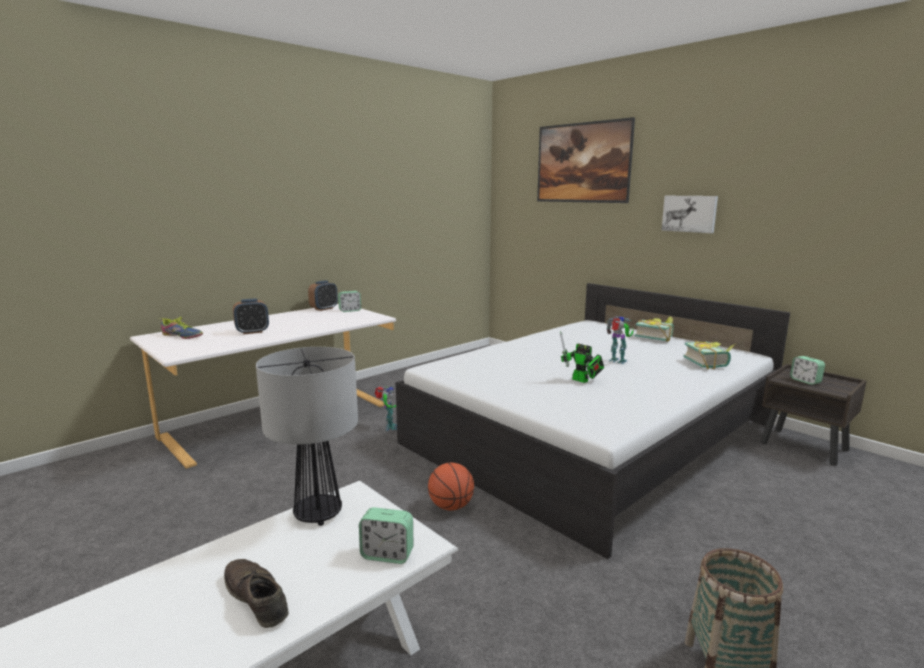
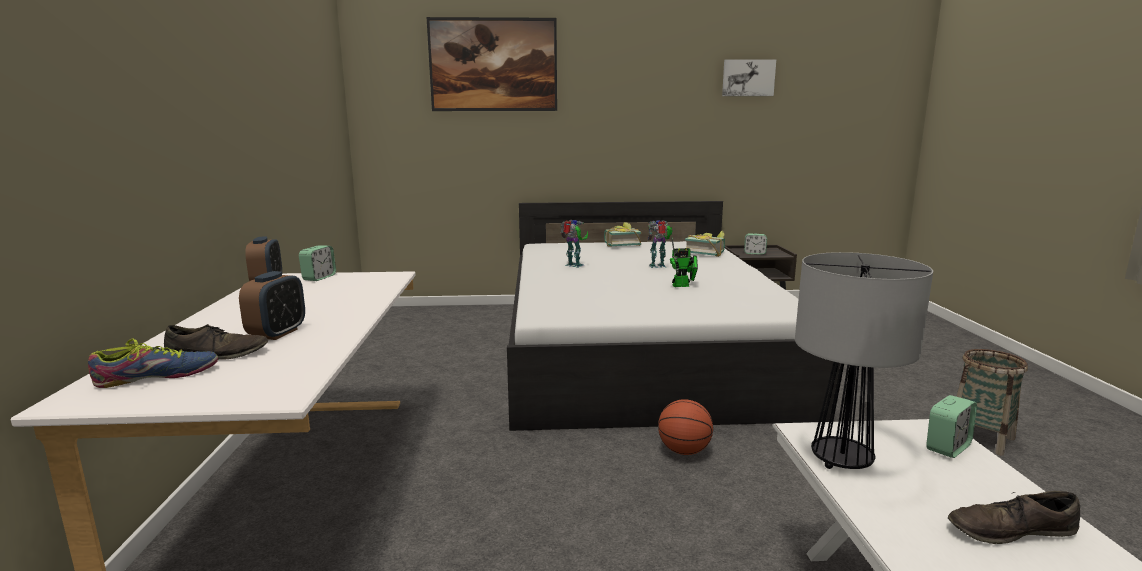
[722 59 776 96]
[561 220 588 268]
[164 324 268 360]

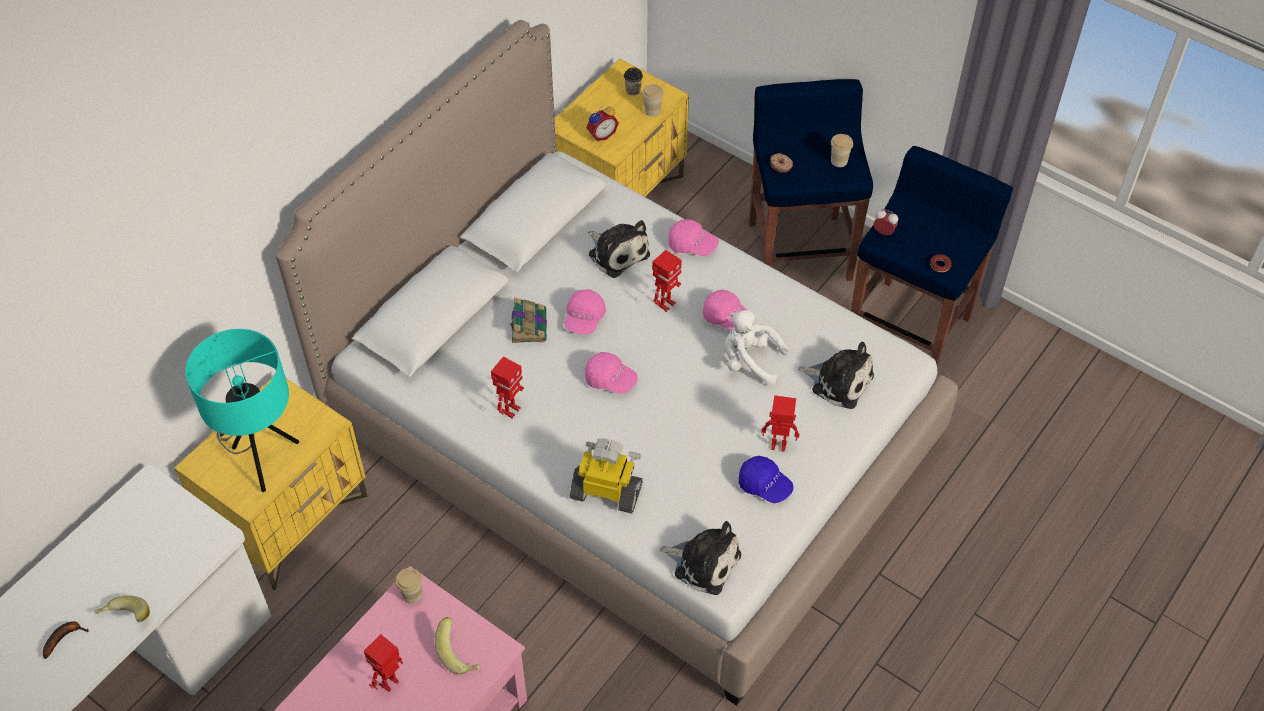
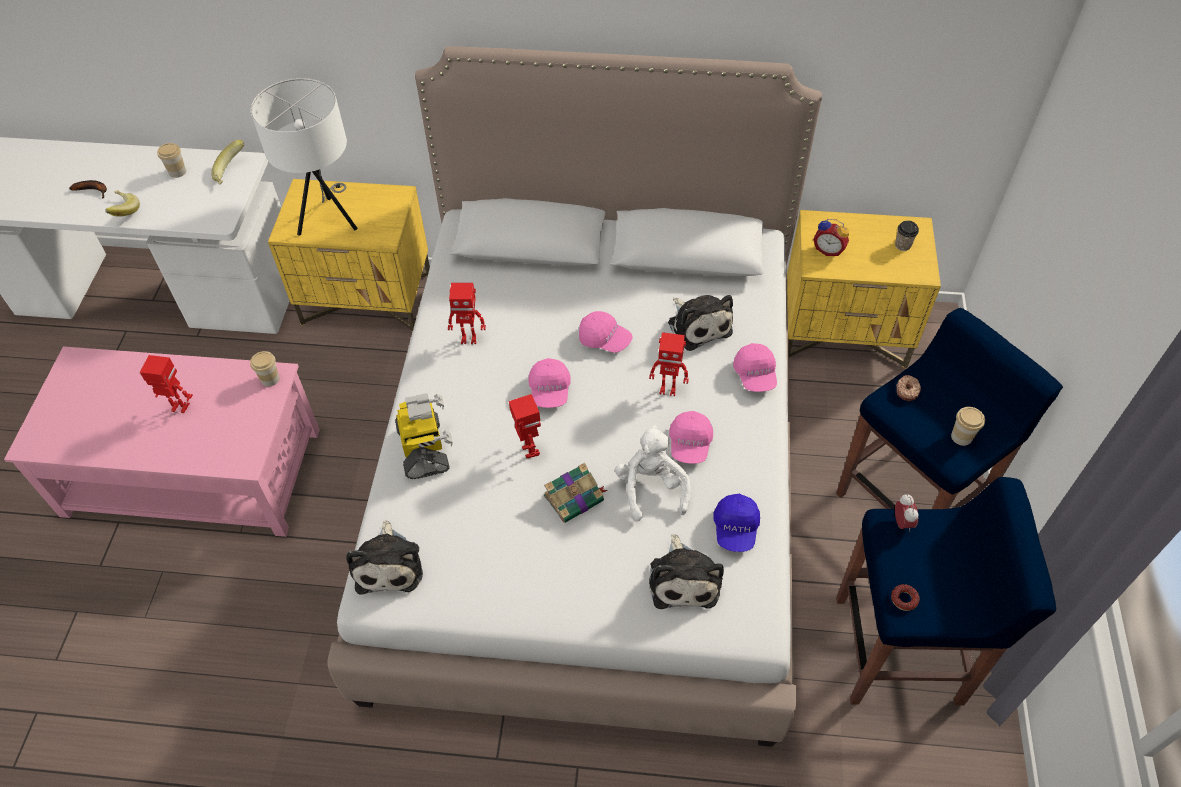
[157 143 186 178]
[668 295 733 351]
[579 311 633 353]
[544 463 607 523]
[251 78 358 235]
[509 394 541 459]
[713 494 760 552]
[211 140 245 185]

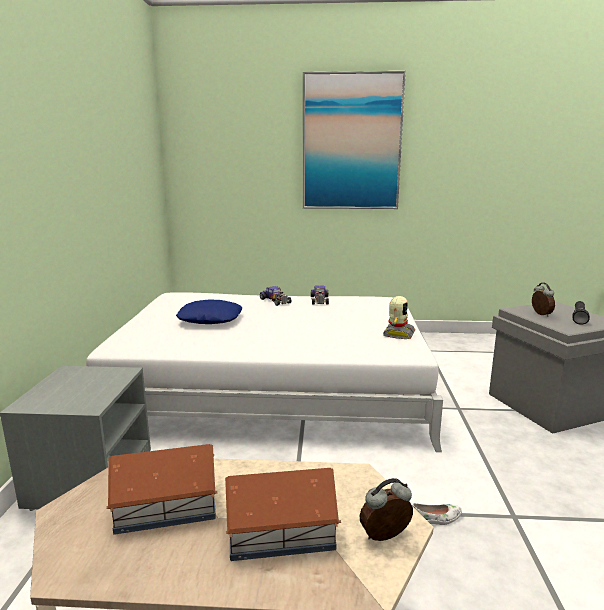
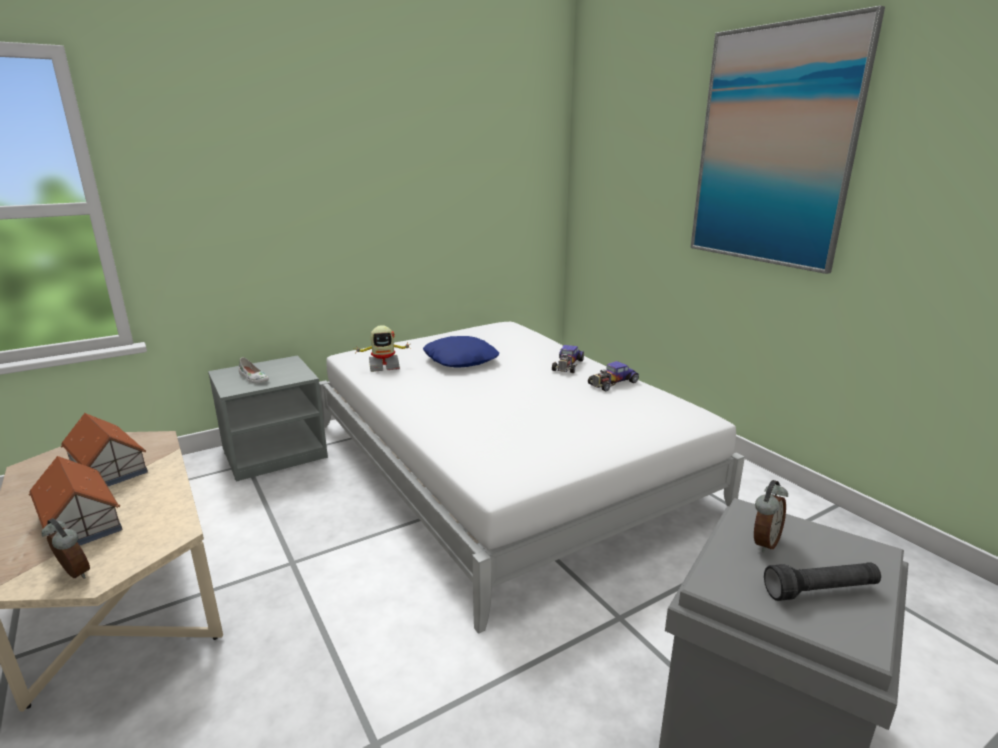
[356 325 411 372]
[239 357 269 383]

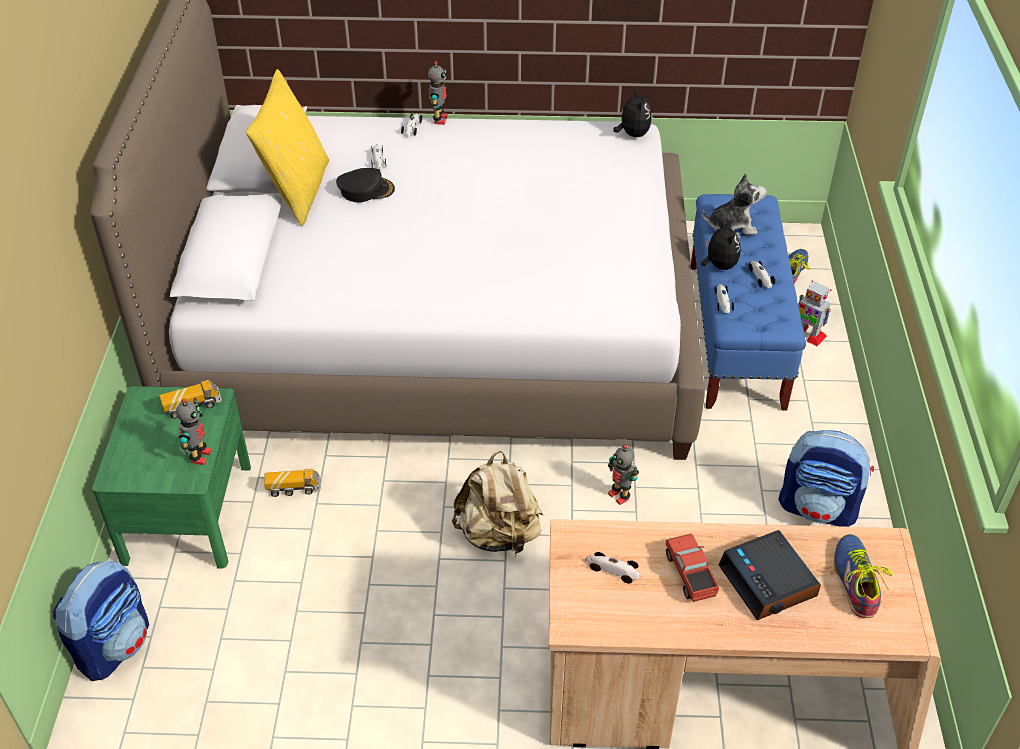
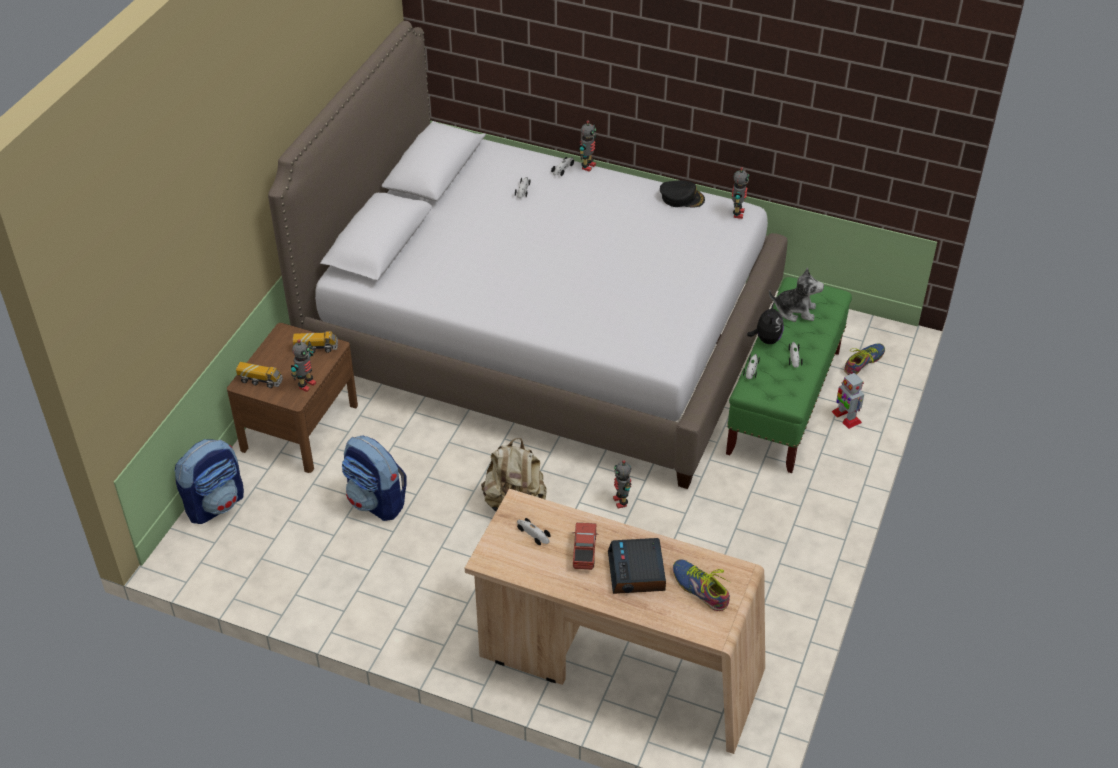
[246 69 329 227] (first image)
[732 167 749 219]
[660 180 705 207]
[726 277 852 473]
[227 323 358 473]
[342 435 407 521]
[236 362 283 388]
[673 559 730 611]

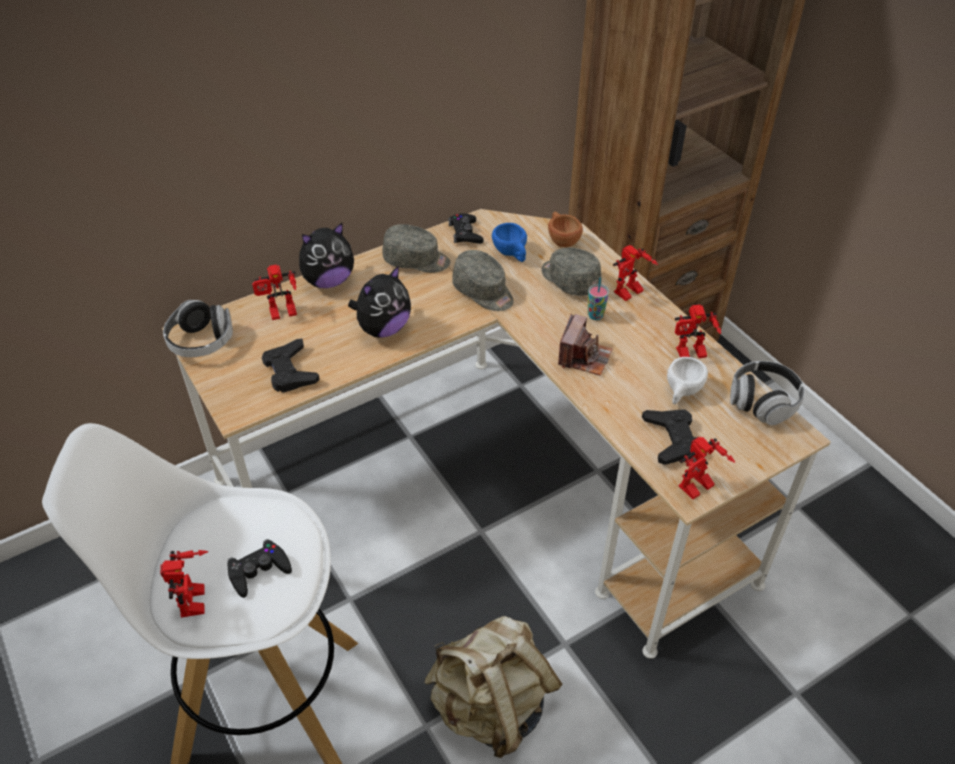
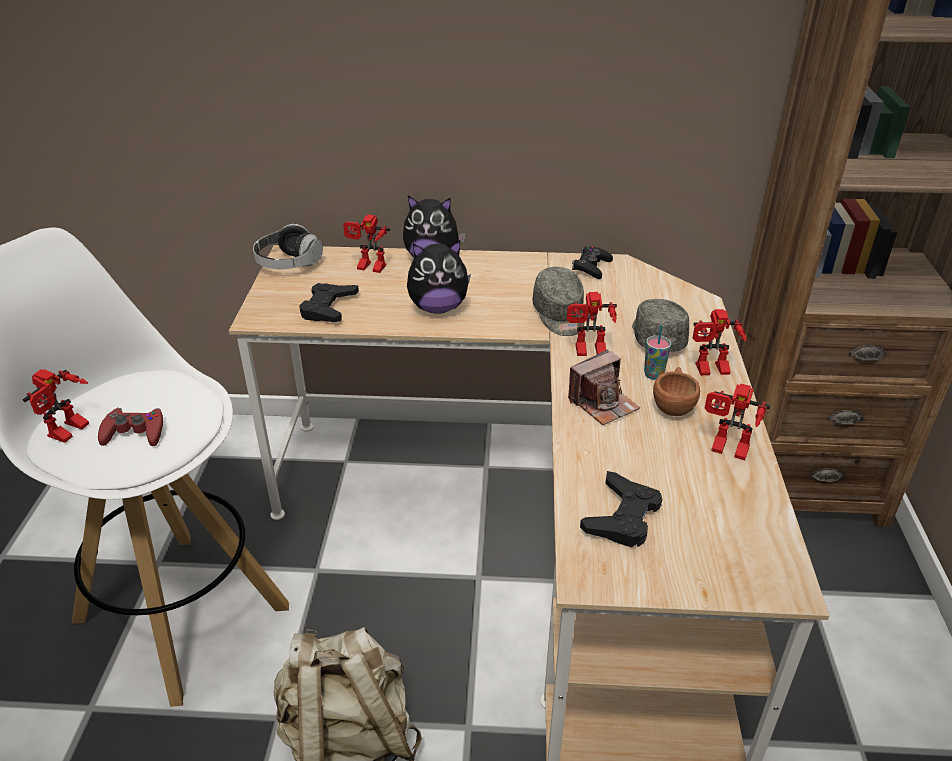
[653 367 700 416]
[492 223 527 262] (first image)
[383 224 450 273] (first image)
[667 357 708 404] (first image)
[730 361 805 425] (first image)
[567 292 617 356]
[98 408 163 446]

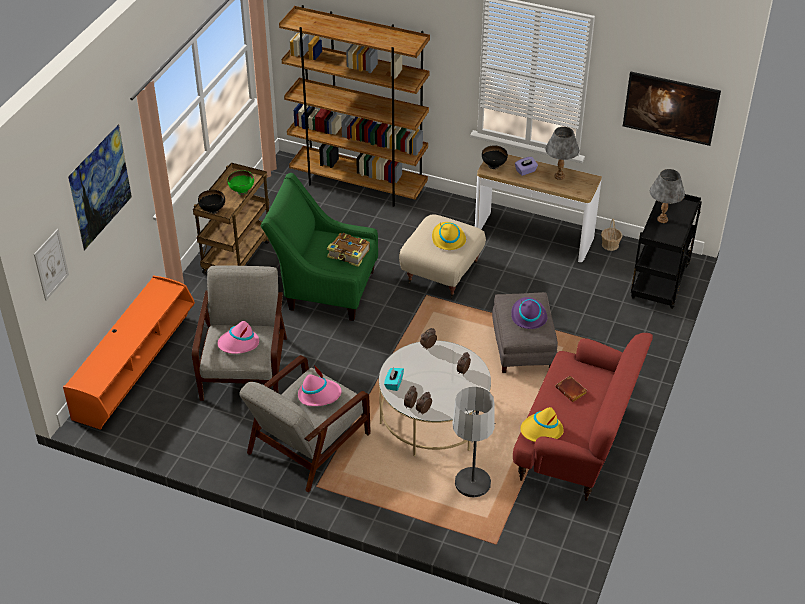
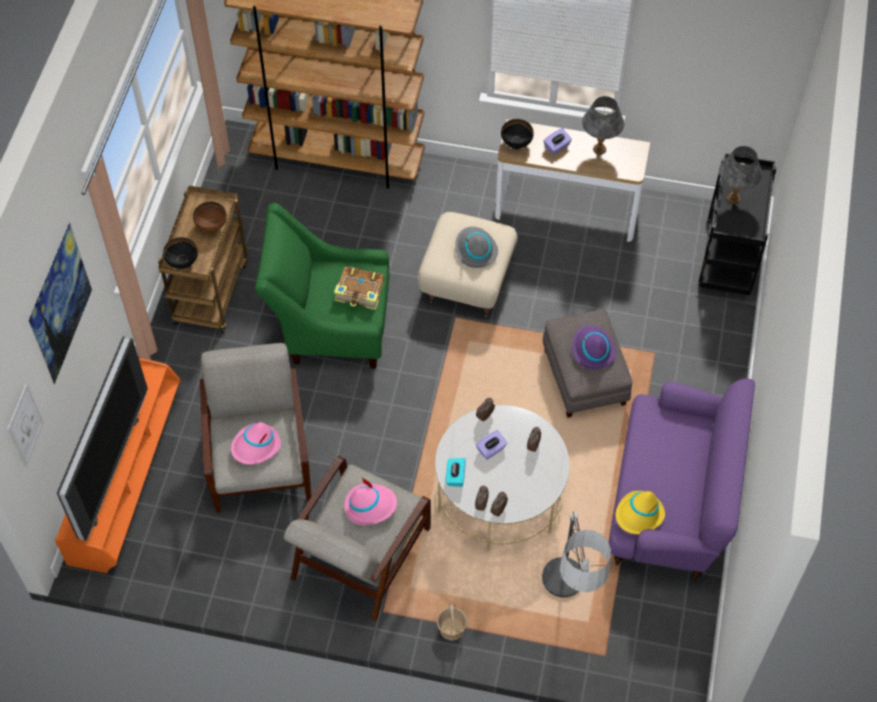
[623 71 721 146] (first image)
[193 201 227 233]
[437 602 467 640]
[455 227 498 268]
[609 379 755 580]
[555 376 587 402] (first image)
[57 336 148 541]
[476 430 507 460]

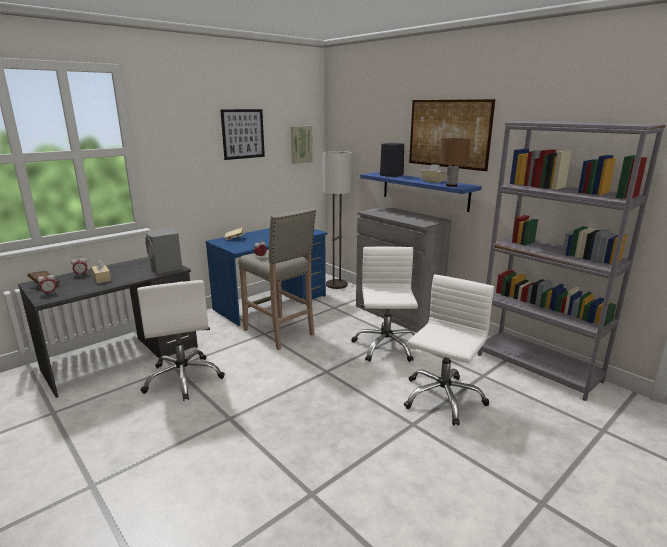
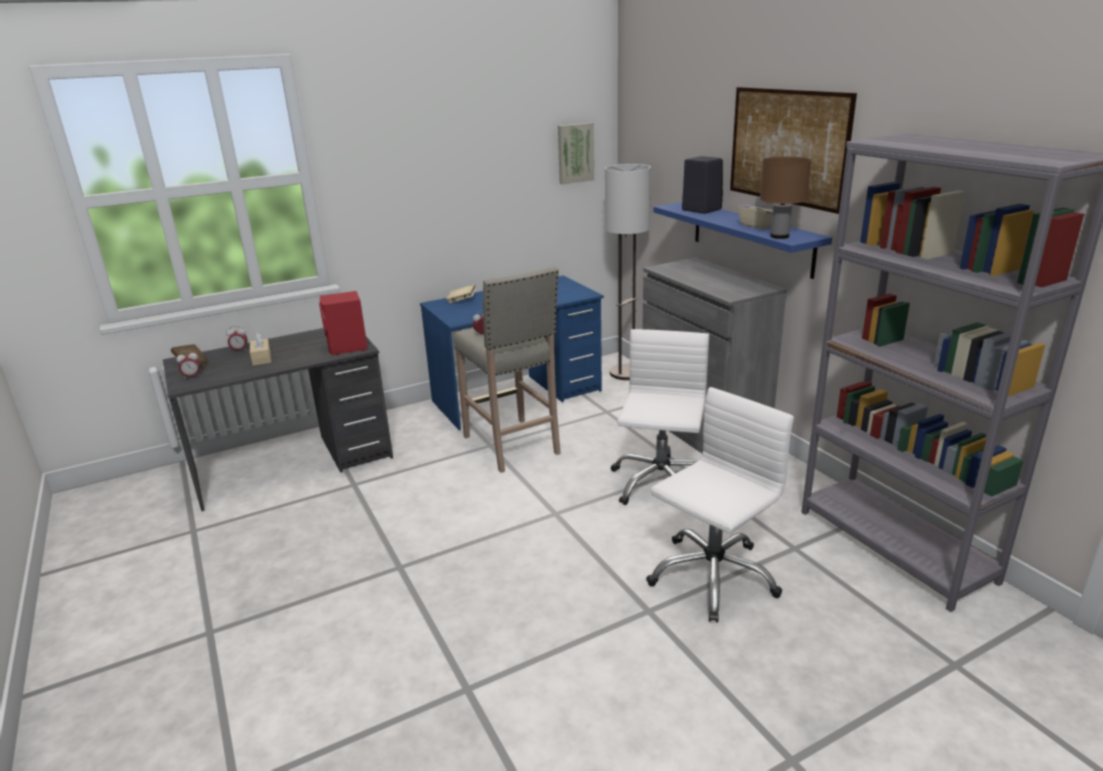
[220 109 265 160] (first image)
[319 291 368 355]
[137 280 225 401] (first image)

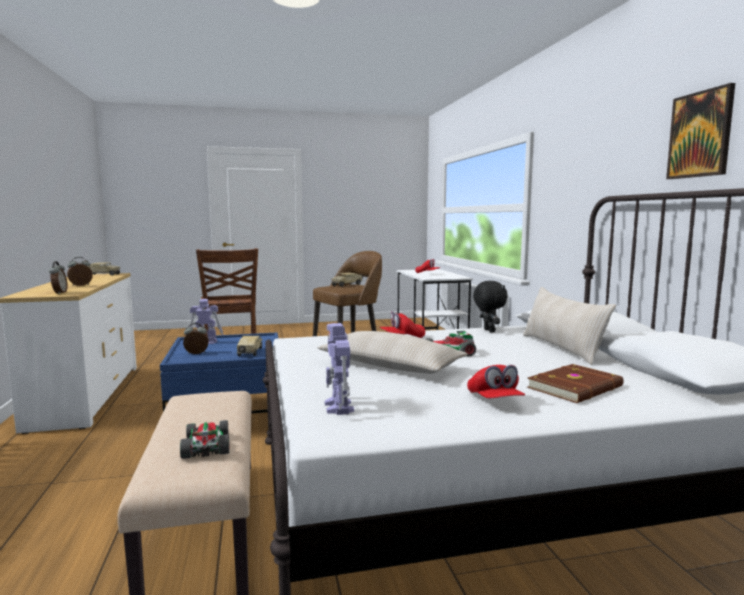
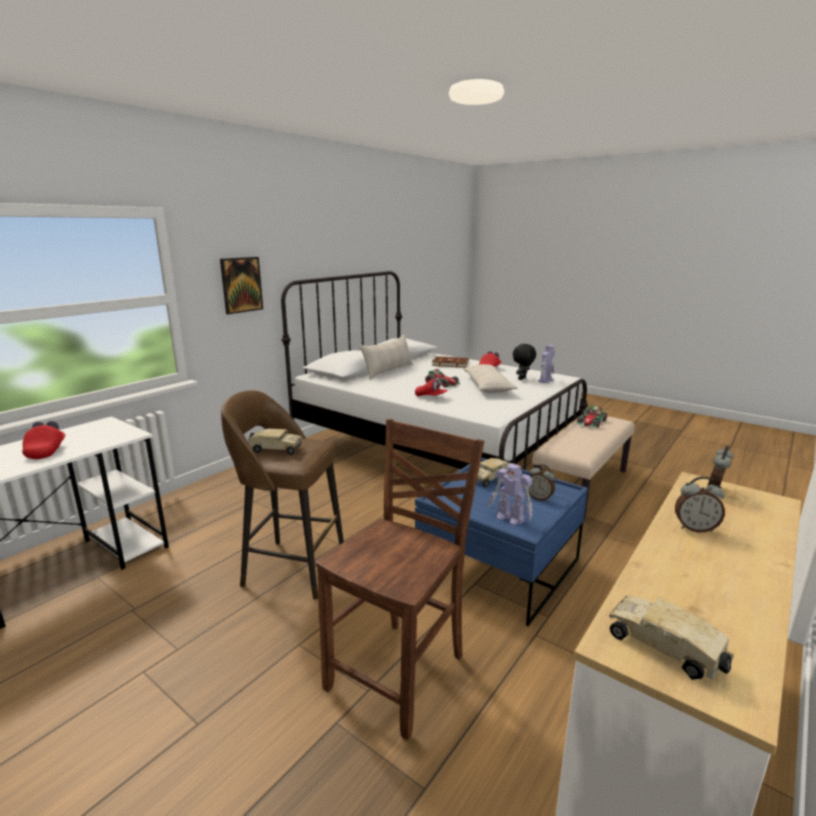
[220 257 263 314]
[513 344 536 380]

